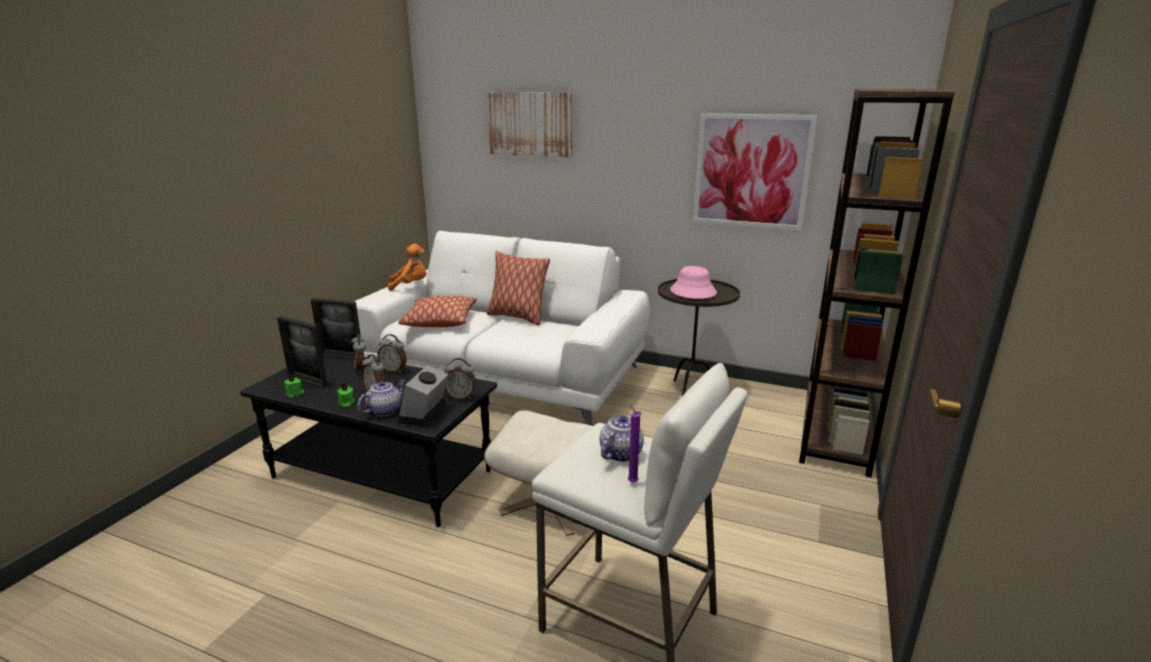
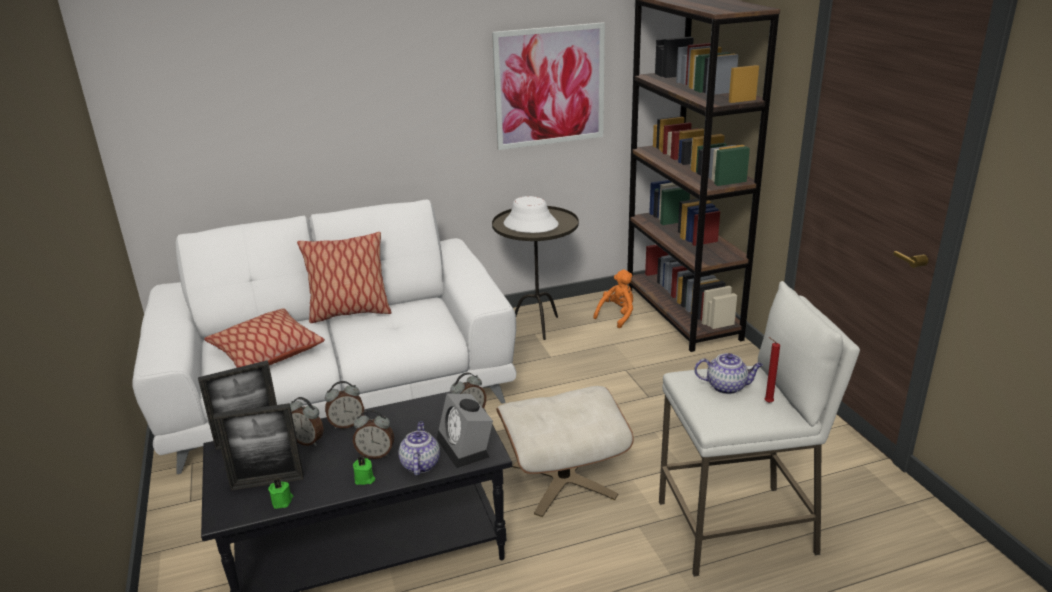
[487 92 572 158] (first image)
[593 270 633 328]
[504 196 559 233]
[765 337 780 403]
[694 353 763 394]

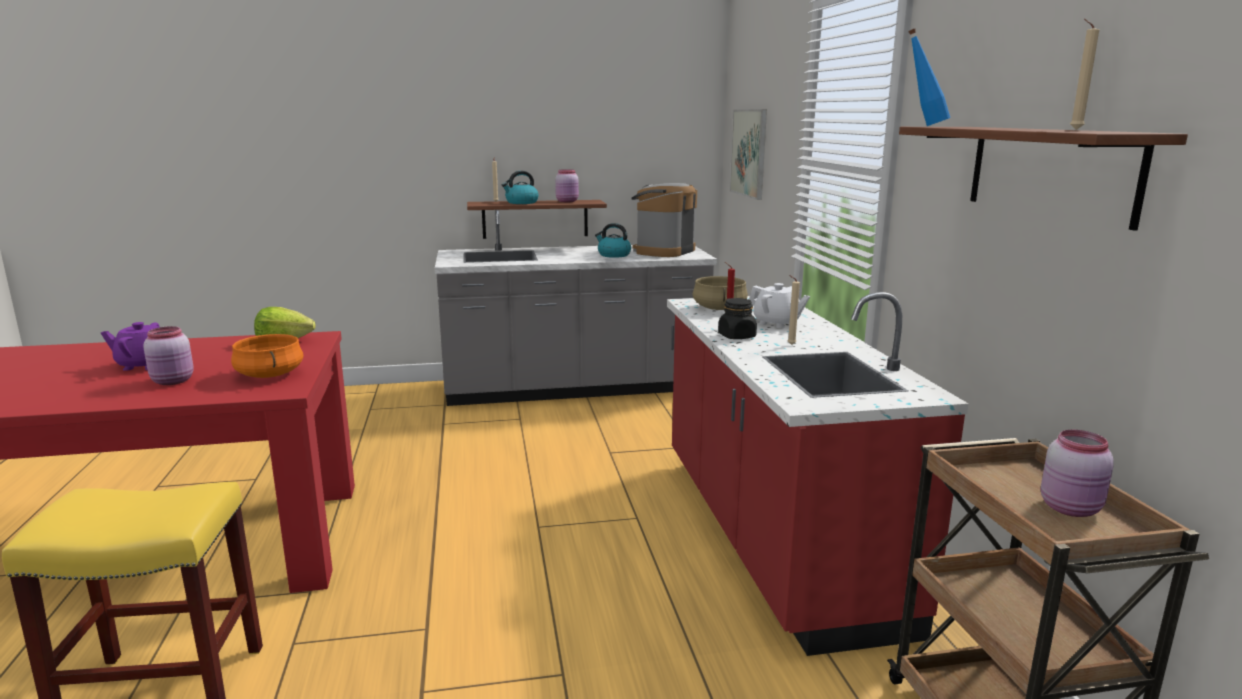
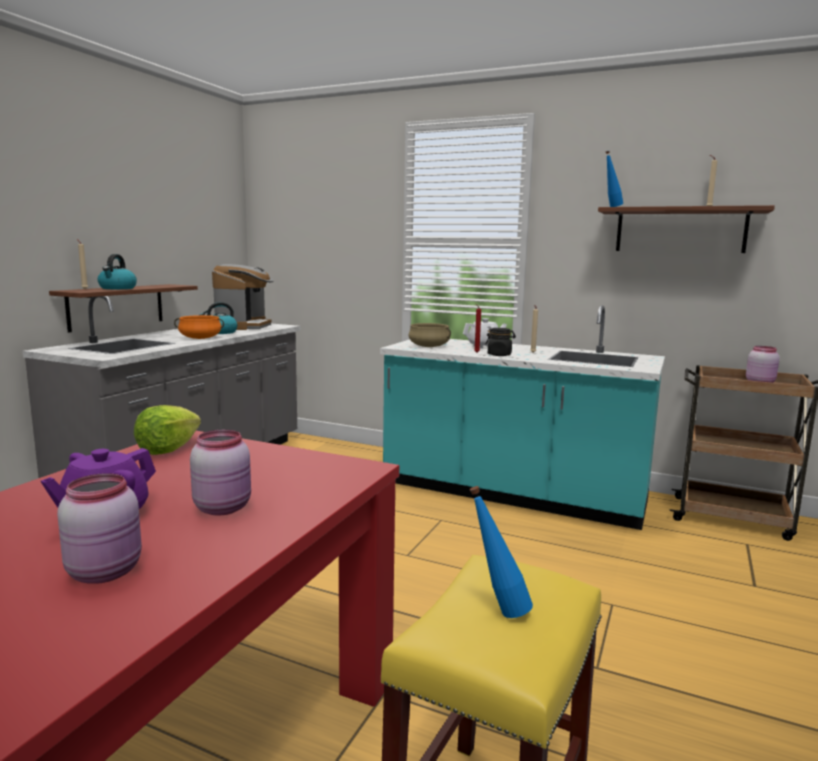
[730 109 767 200] (first image)
[57 473 142 584]
[212 264 274 330]
[380 305 665 530]
[174 315 224 339]
[469 486 533 618]

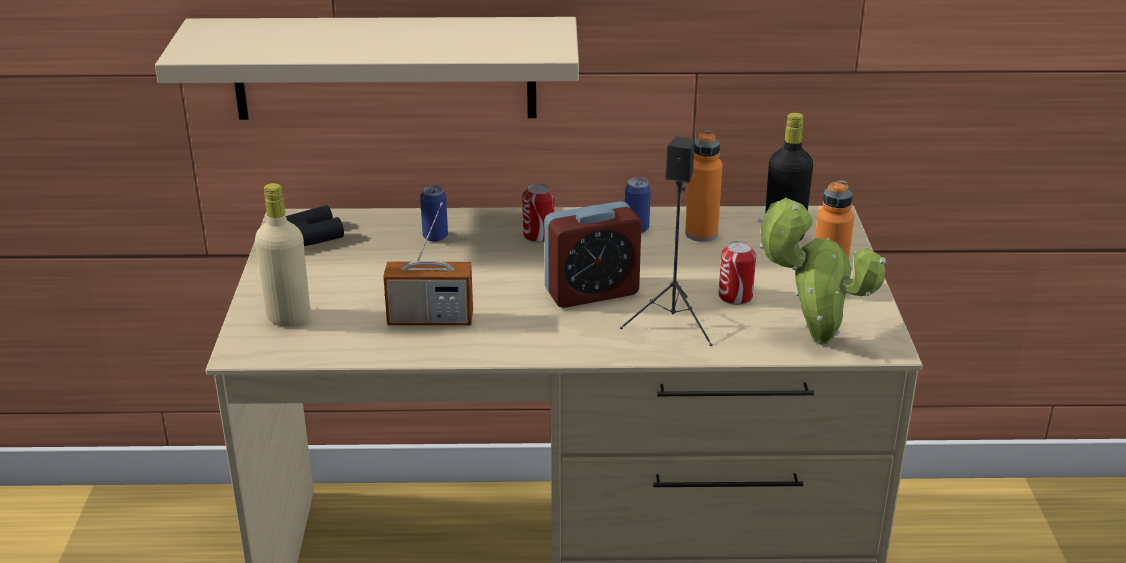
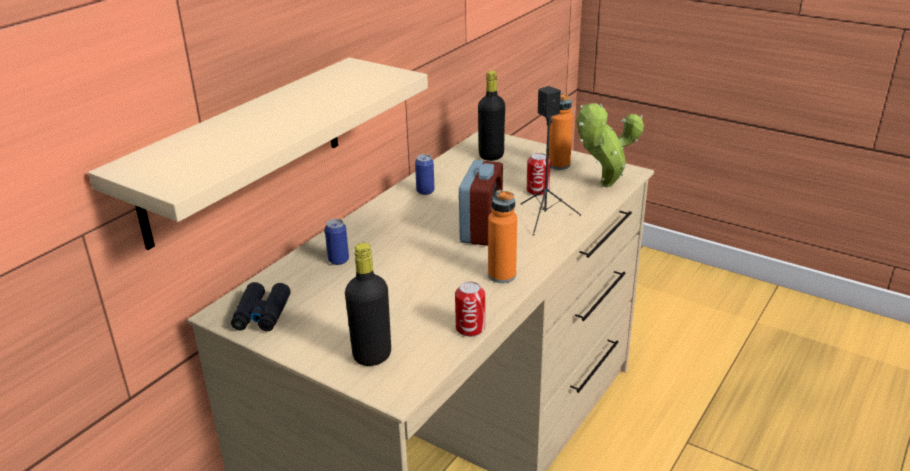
[488 190 517 283]
[345 243 391 366]
[455 282 485 337]
[383 202 473 325] (first image)

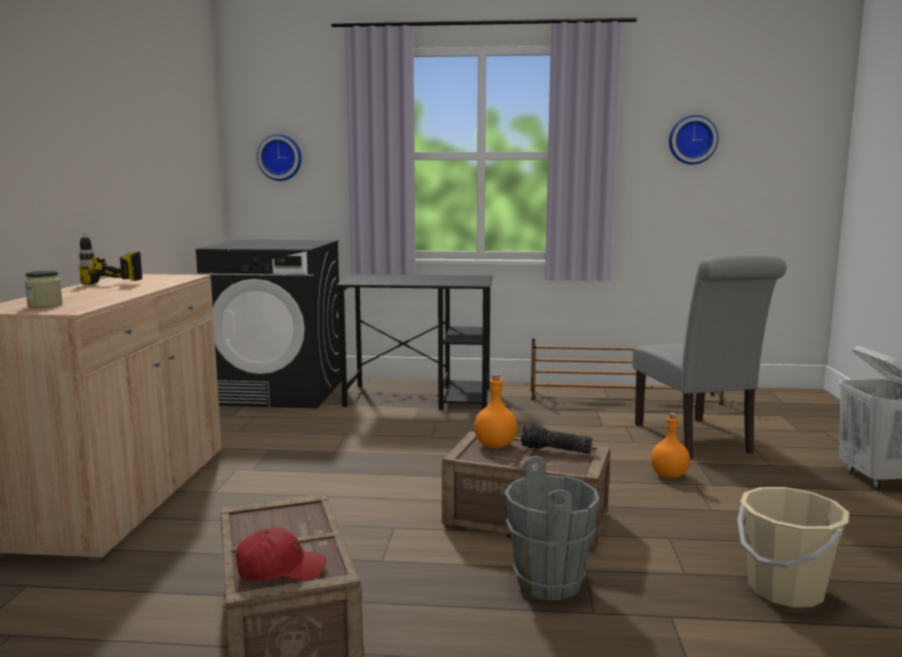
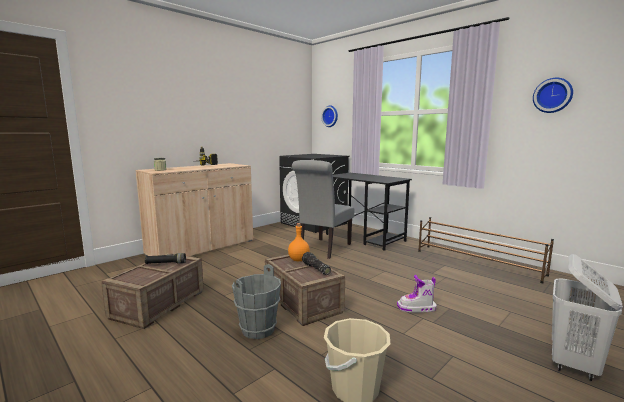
[292 160 354 259]
[397 275 437 313]
[235 527 326 580] (first image)
[145 253 186 264]

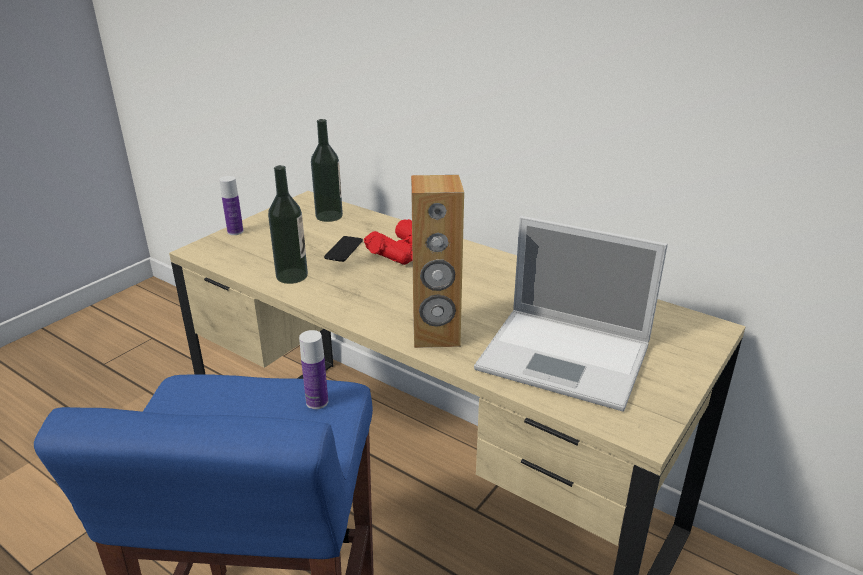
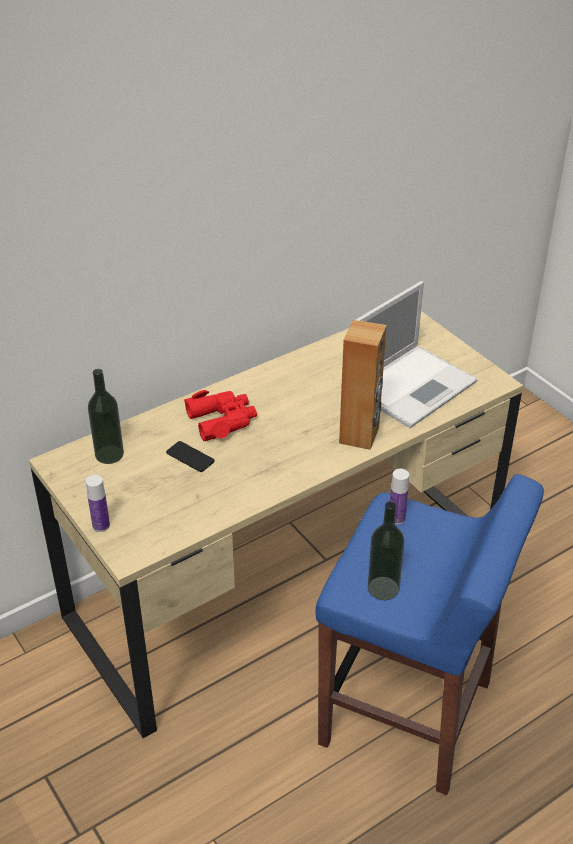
[368 501 404 600]

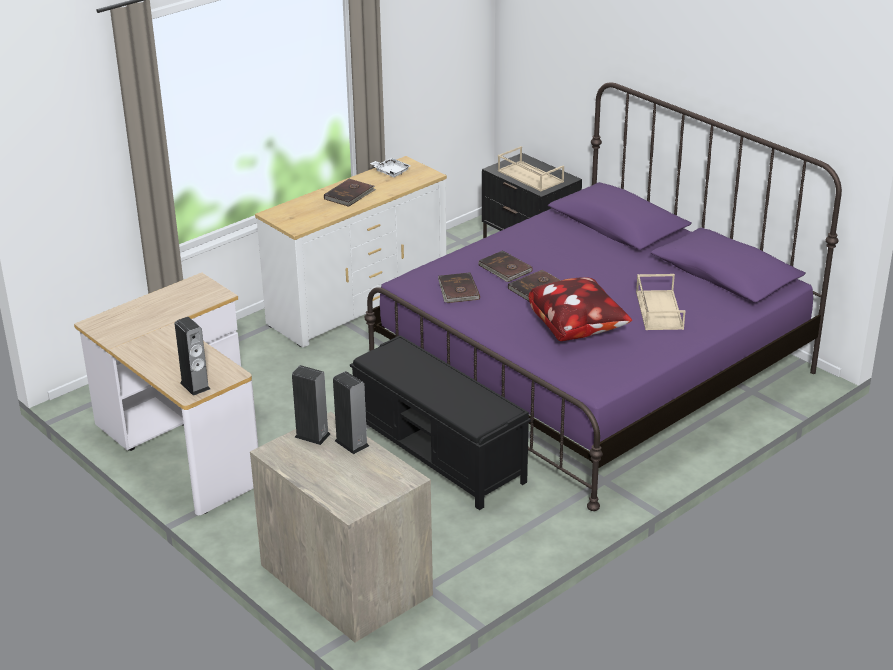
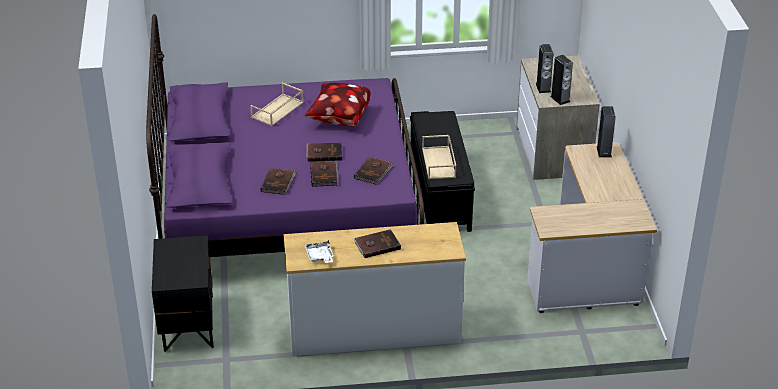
[422 135 456 179]
[261 168 296 195]

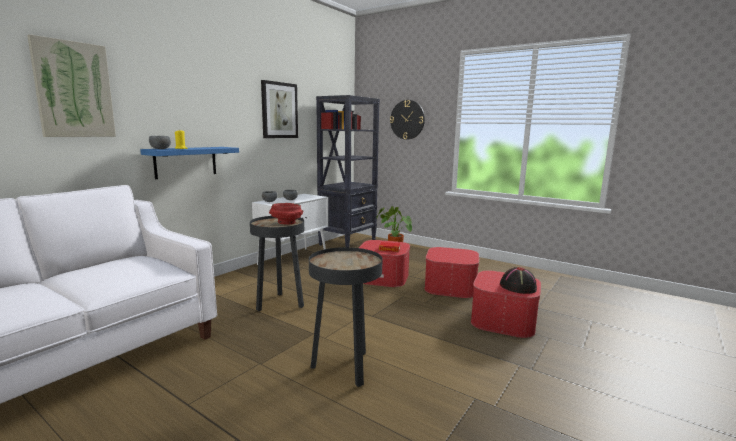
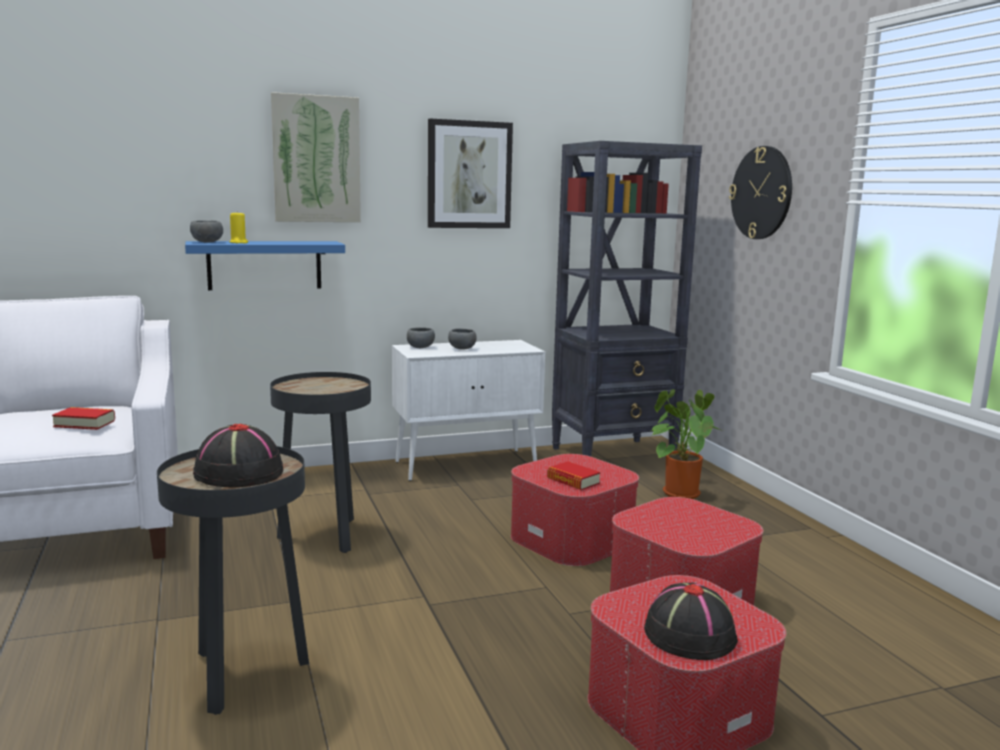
[271 92 361 222]
[269 203 303 224] (first image)
[52 407 115 430]
[193 424 283 487]

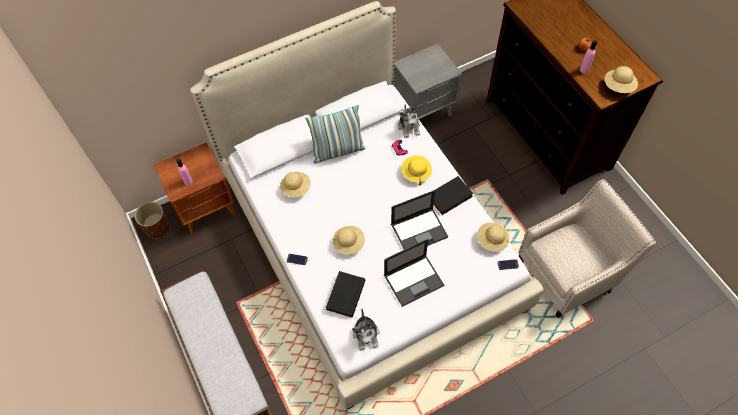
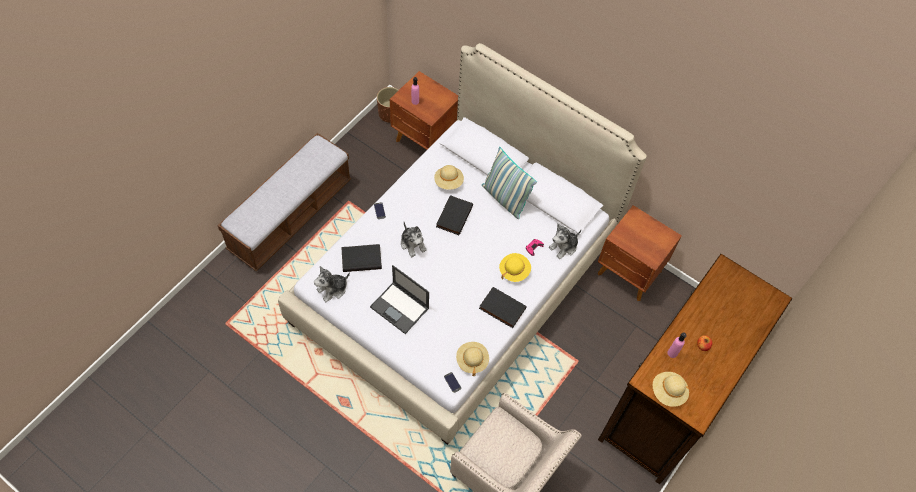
[598 205 682 301]
[391 190 448 250] (first image)
[401 222 427 257]
[436 195 473 235]

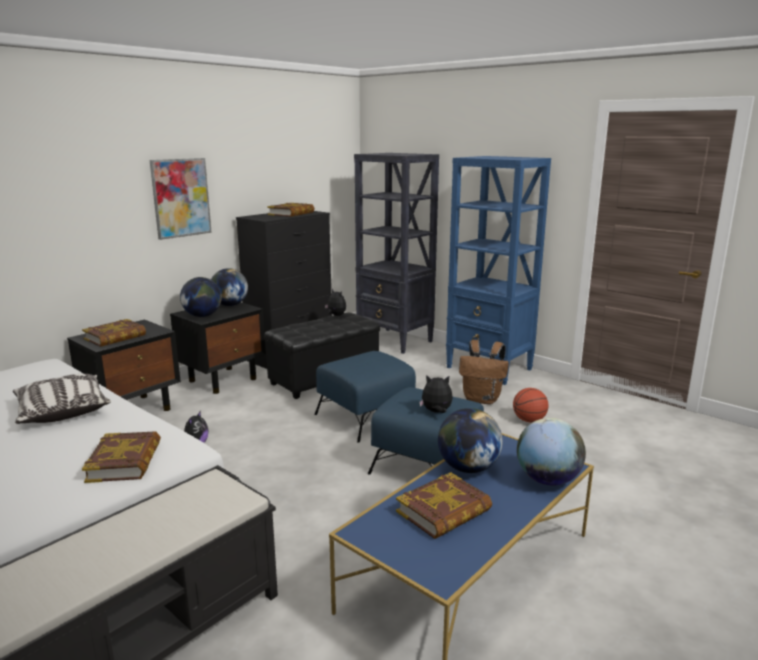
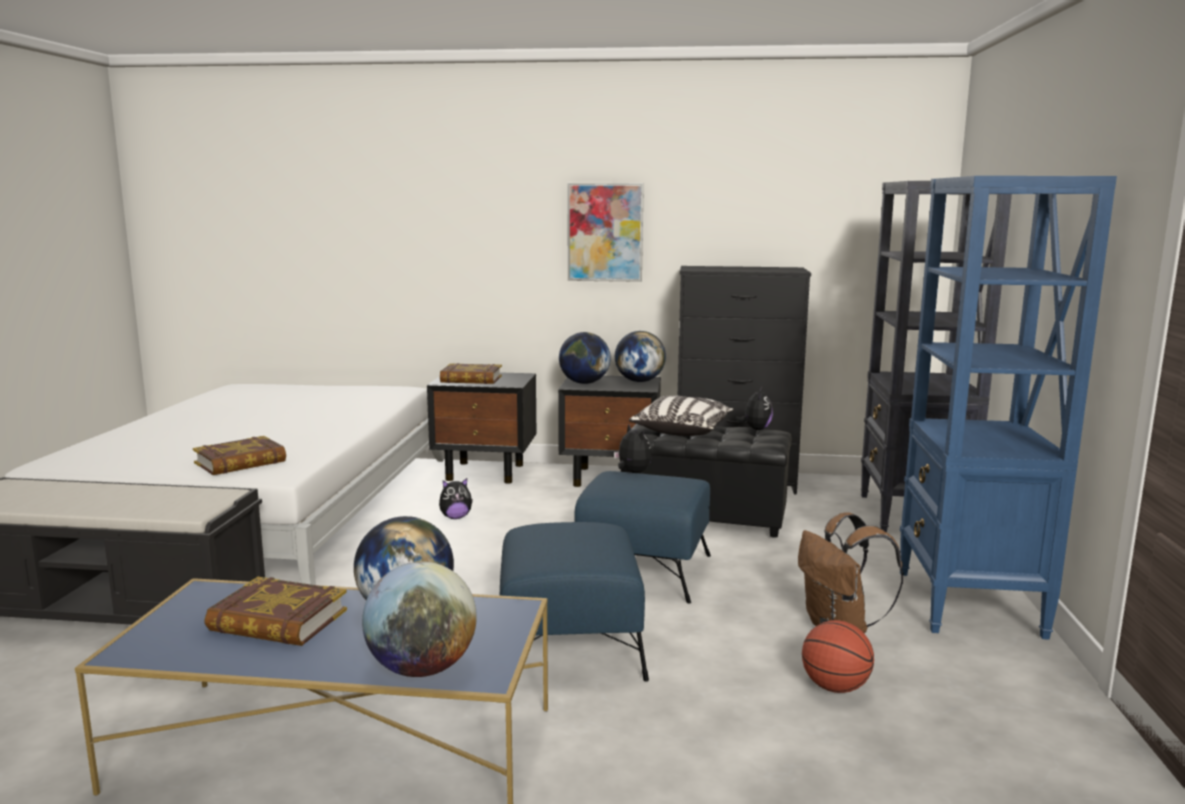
[267 203 315 217] (first image)
[629 395 734 436]
[614 424 652 473]

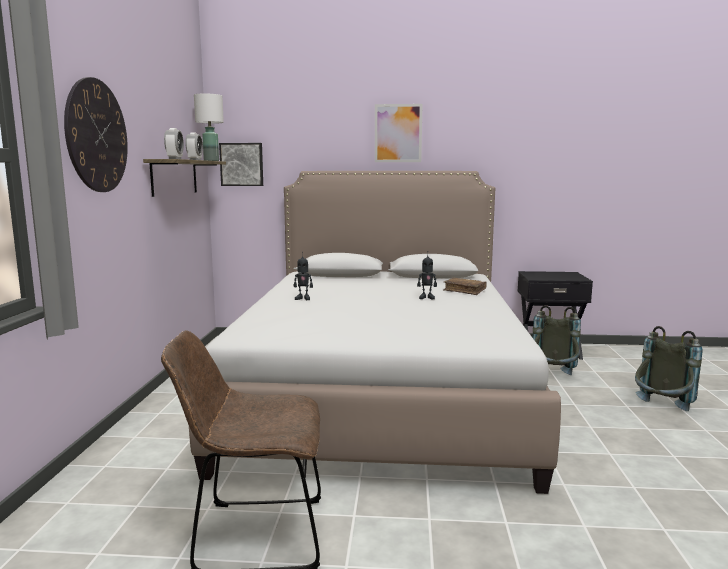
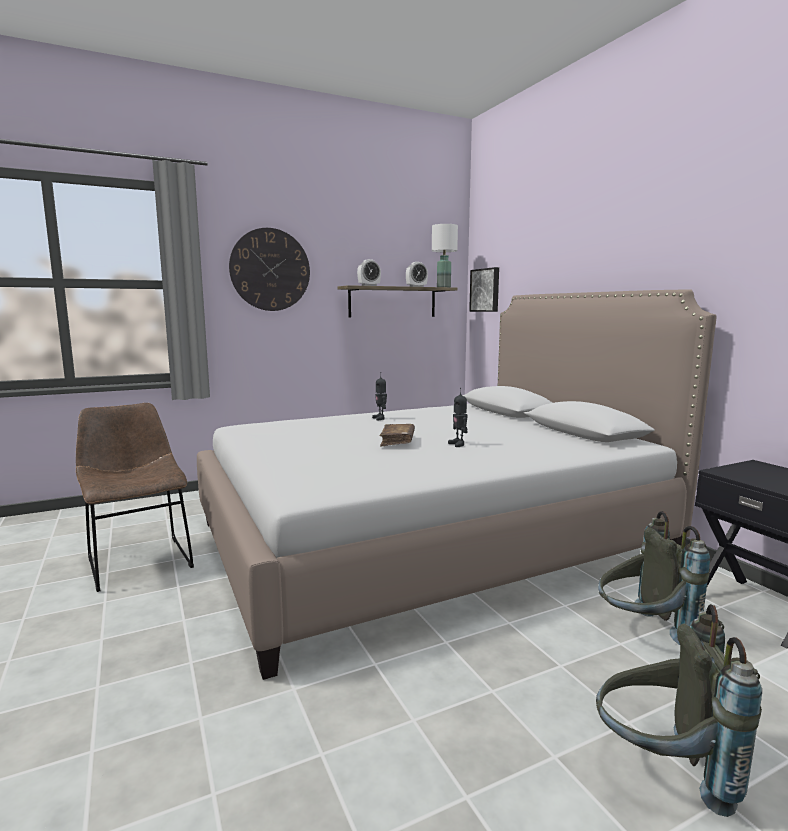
[375 104 422 162] (first image)
[379 424 415 446]

